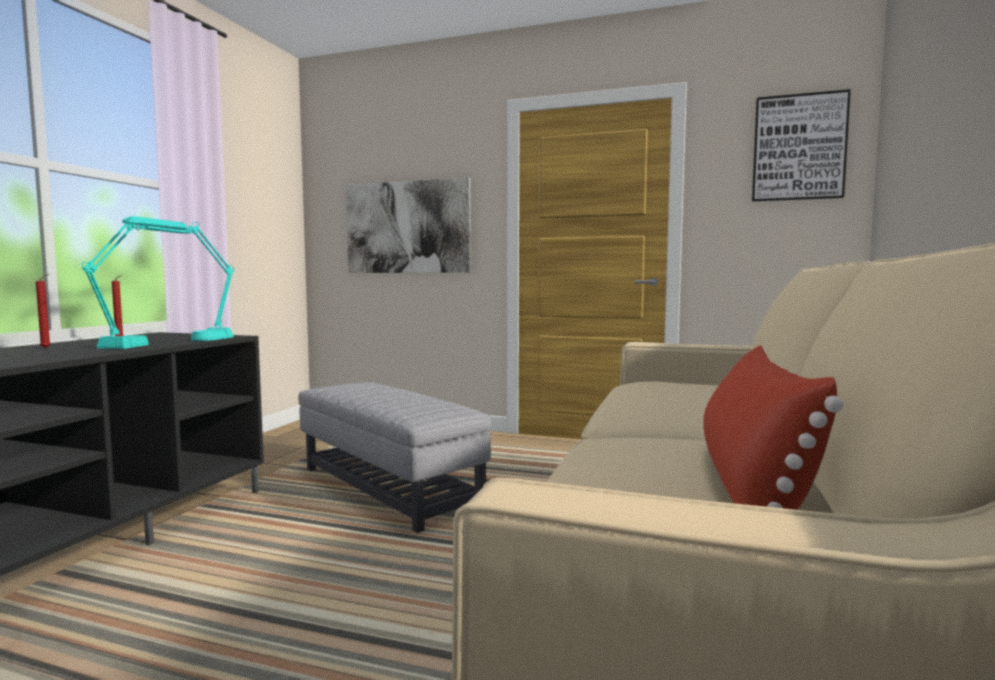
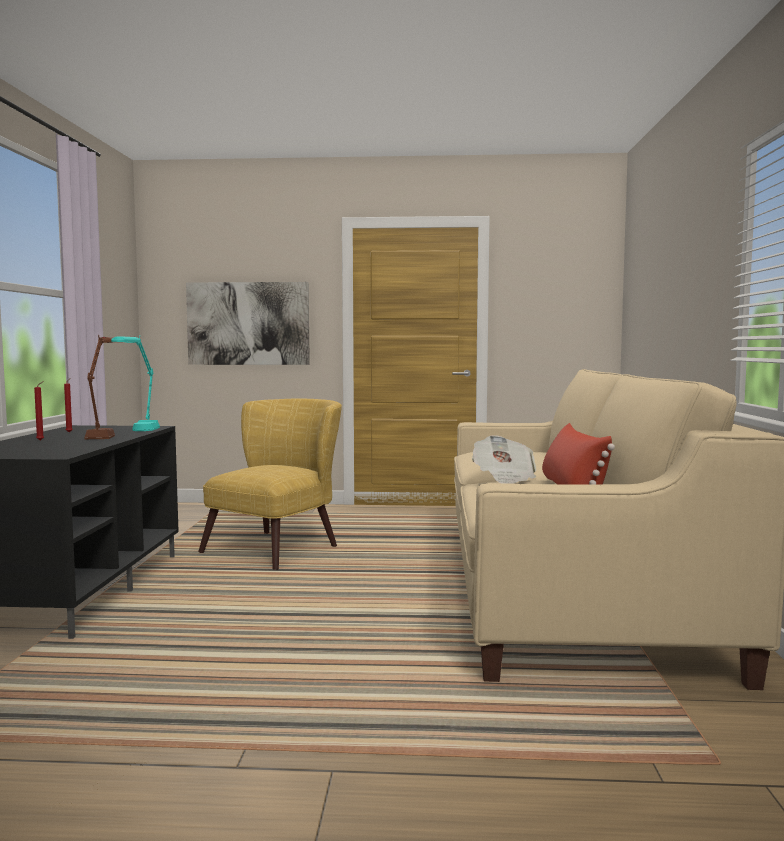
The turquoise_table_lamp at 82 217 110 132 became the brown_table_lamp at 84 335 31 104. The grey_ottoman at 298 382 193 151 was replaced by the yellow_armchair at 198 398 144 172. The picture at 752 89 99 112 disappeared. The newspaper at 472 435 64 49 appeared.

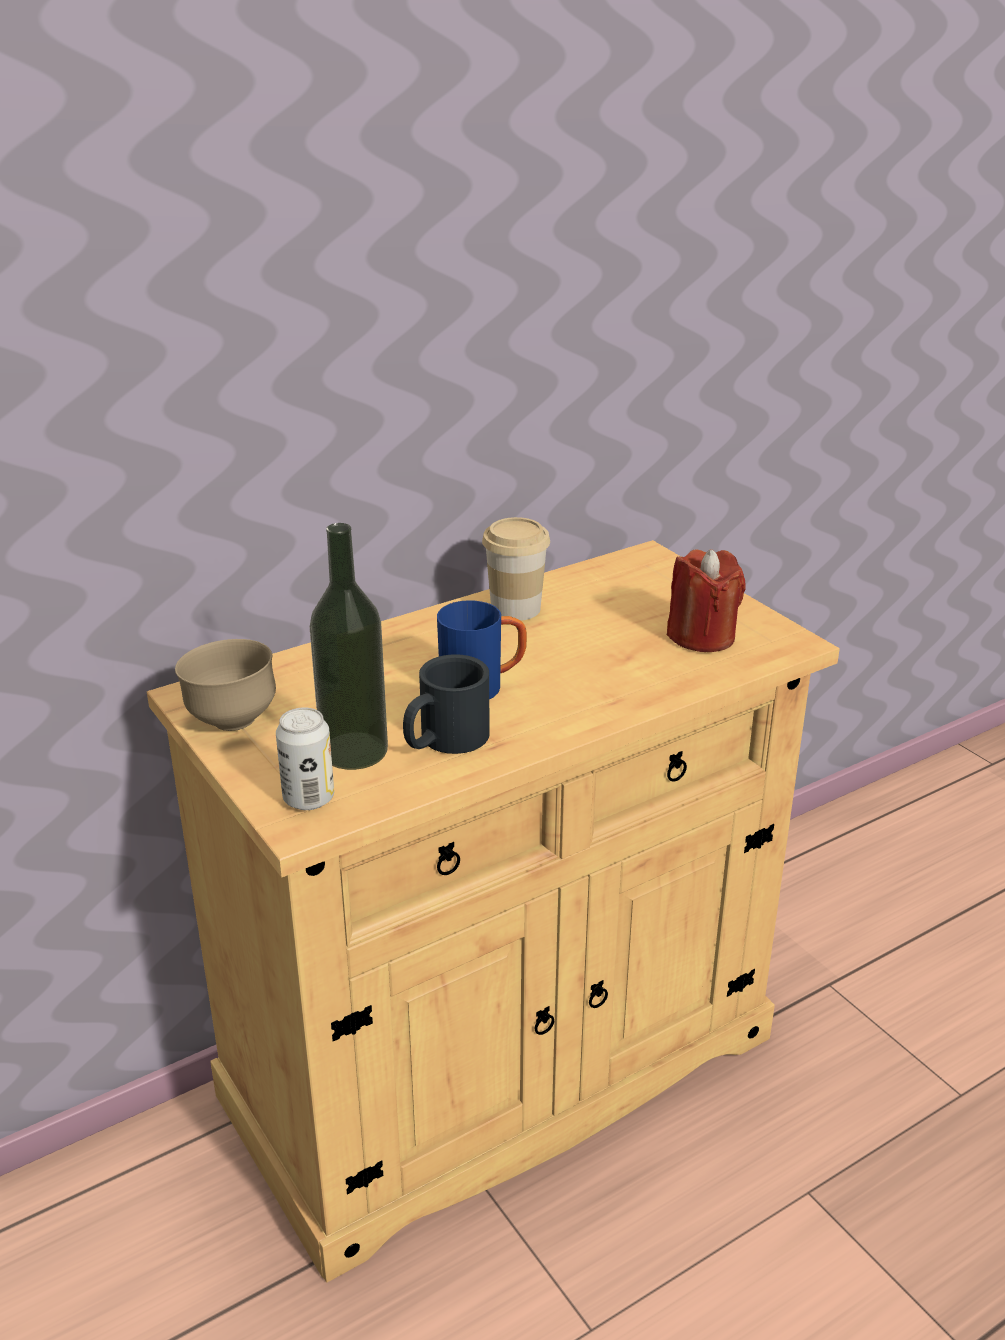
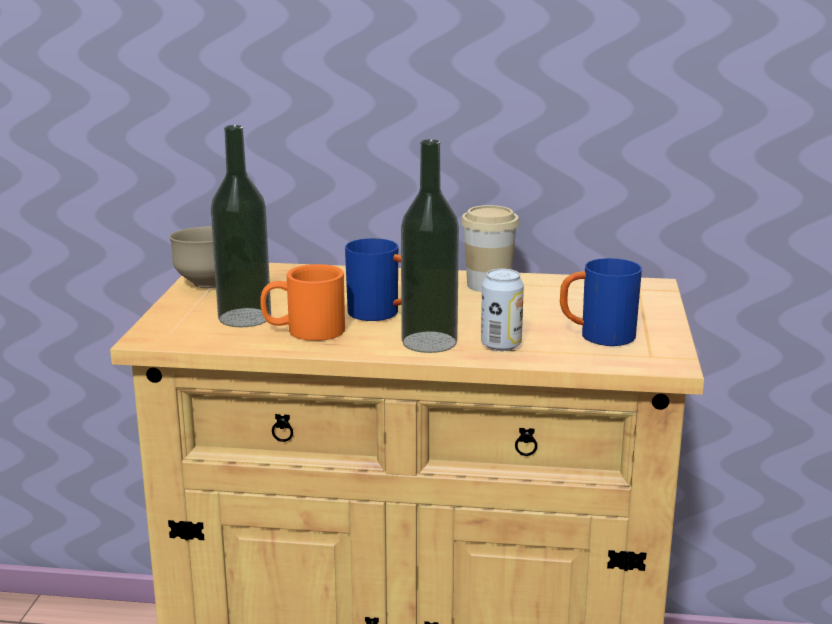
The can moved from 276 707 58 103 to 481 269 43 82. The black_mug at 403 654 87 100 became the orange_mug at 260 264 85 77. The red_candle at 667 549 78 103 was replaced by the blue_mug at 560 258 82 88. The bottle at 401 140 58 213 appeared.

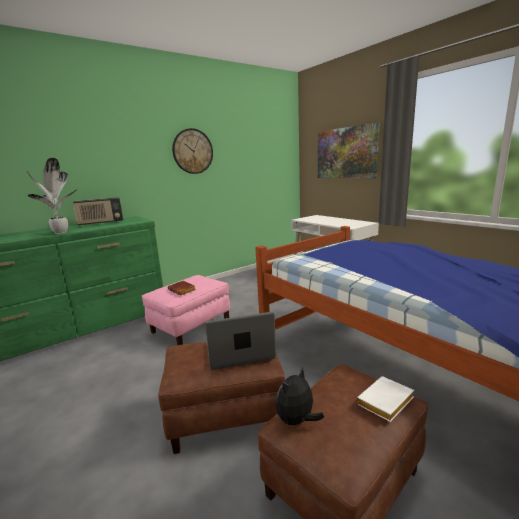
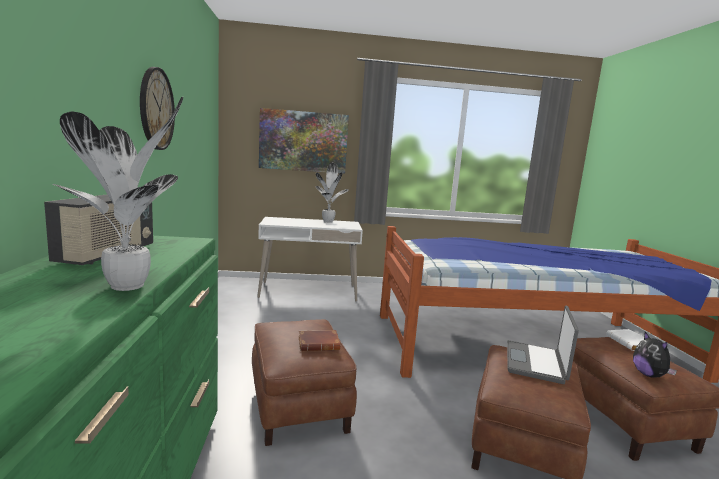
The pink_ottoman at 142 275 88 70 became the brown_ottoman at 252 319 105 127. The potted_plant at 315 163 34 60 appeared.

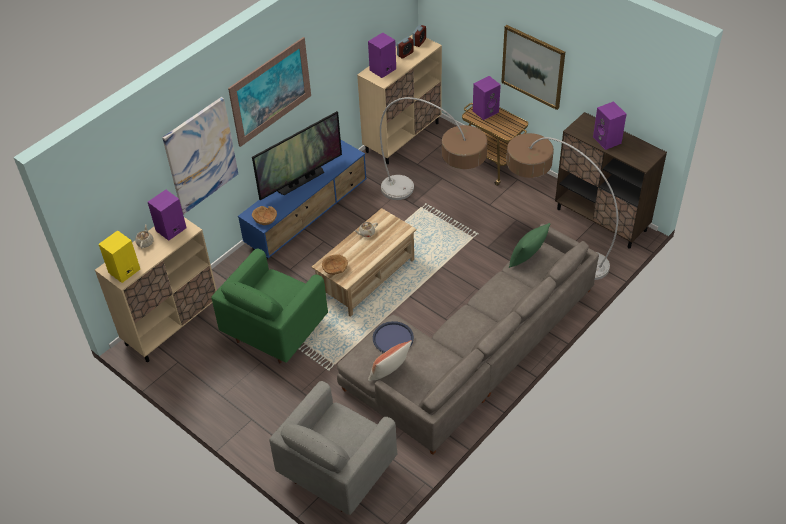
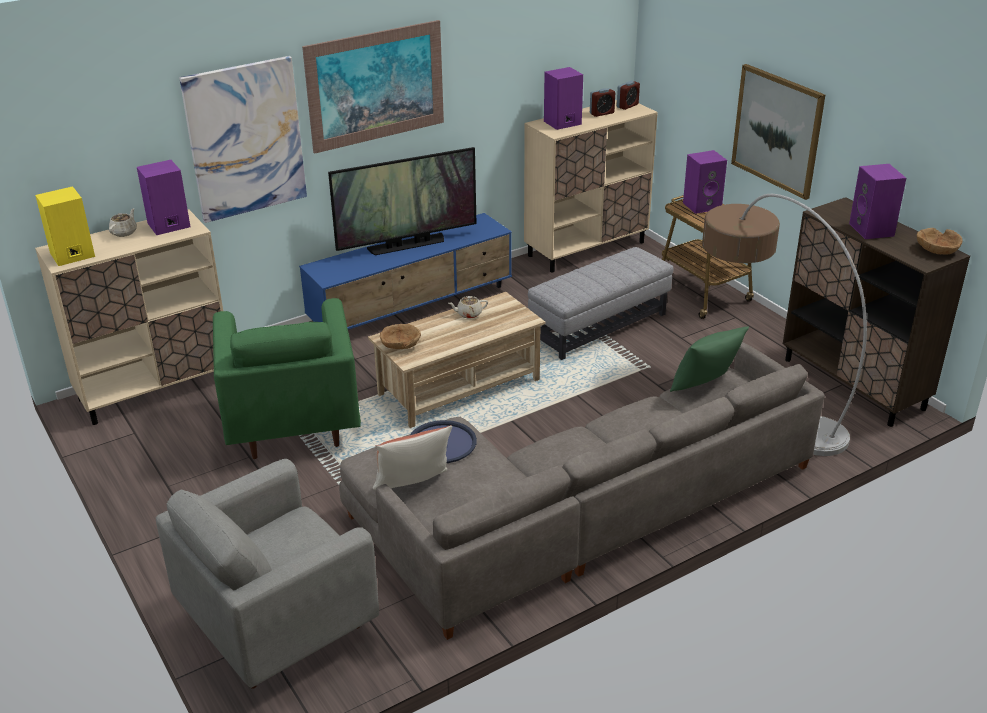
The green_armchair at 211 248 117 115 turned 60 degrees counterclockwise. The brown_bowl moved from 252 206 25 19 to 917 228 45 27. The floor_lamp at 380 97 108 103 was replaced by the grey_ottoman at 528 247 145 113.

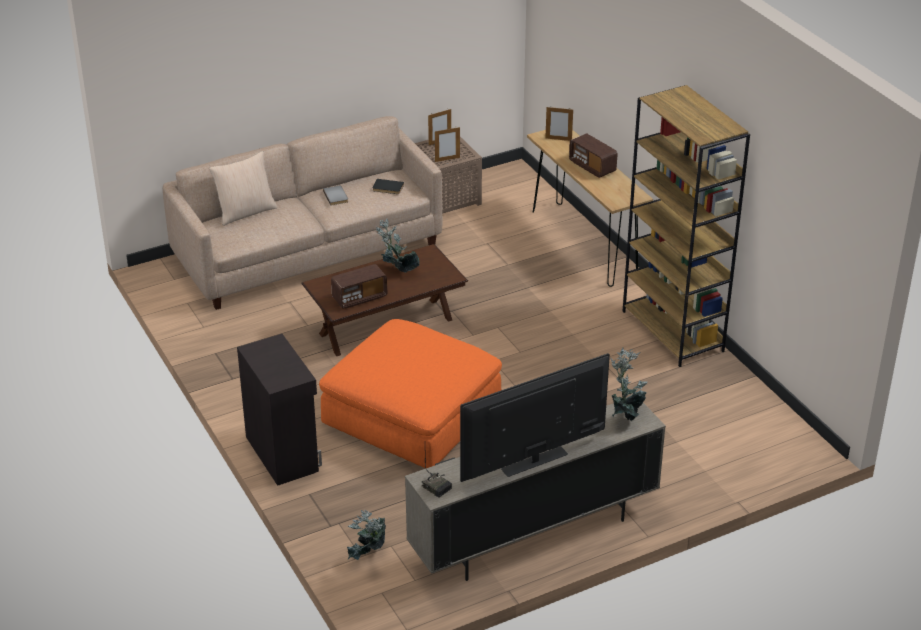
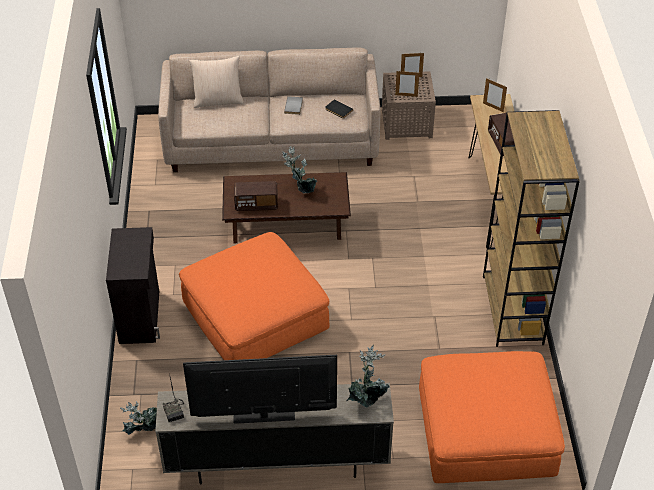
The orange_ottoman at 419 351 146 132 appeared.

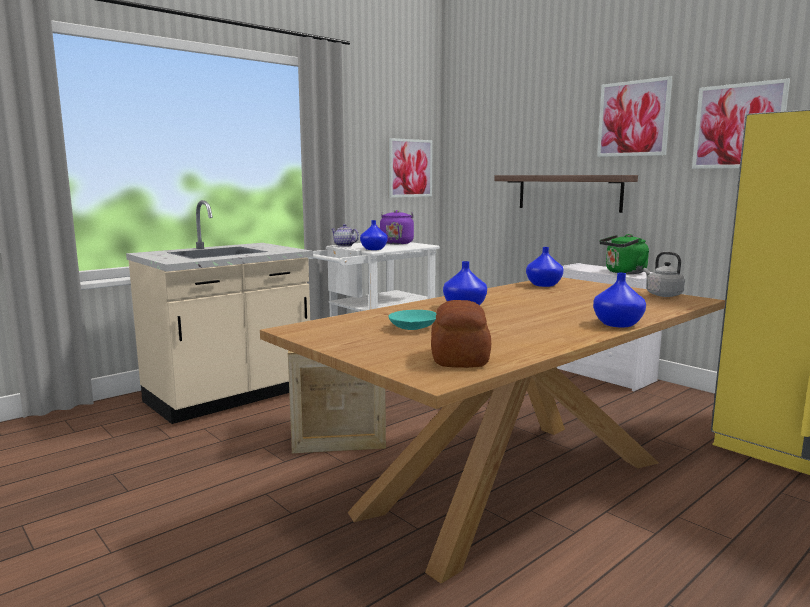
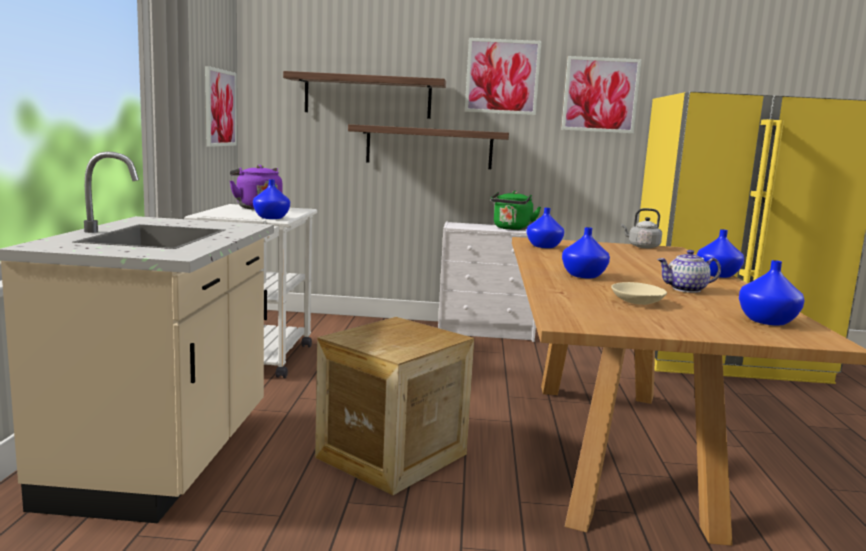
The teapot moved from 331 224 28 23 to 657 250 64 43. The turquoise_bowl at 388 310 48 20 became the beige_bowl at 611 282 56 23. The bread at 431 300 60 68 was replaced by the blue_vase at 739 260 66 66. The shelf at 283 71 163 48 appeared.

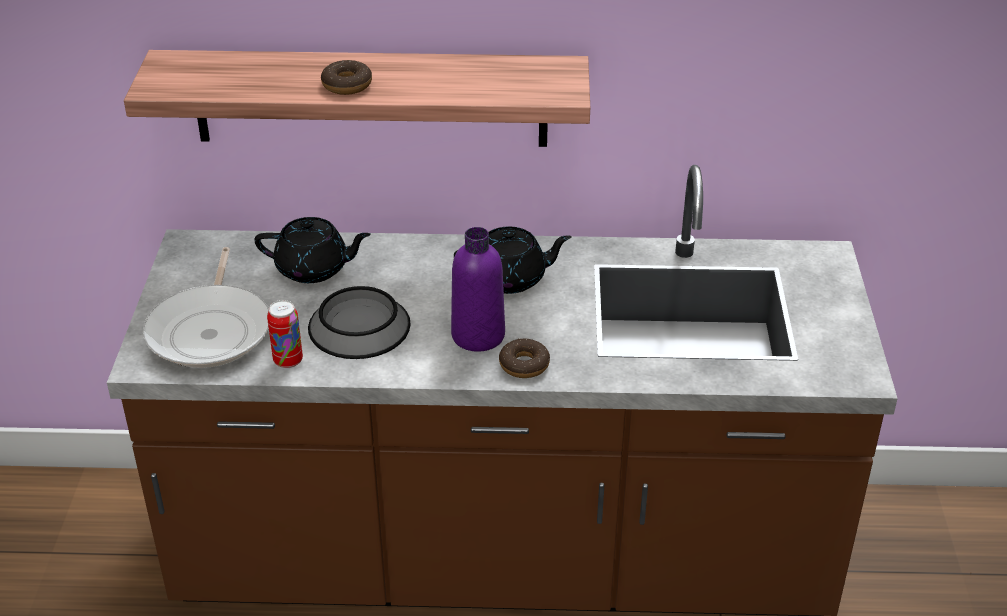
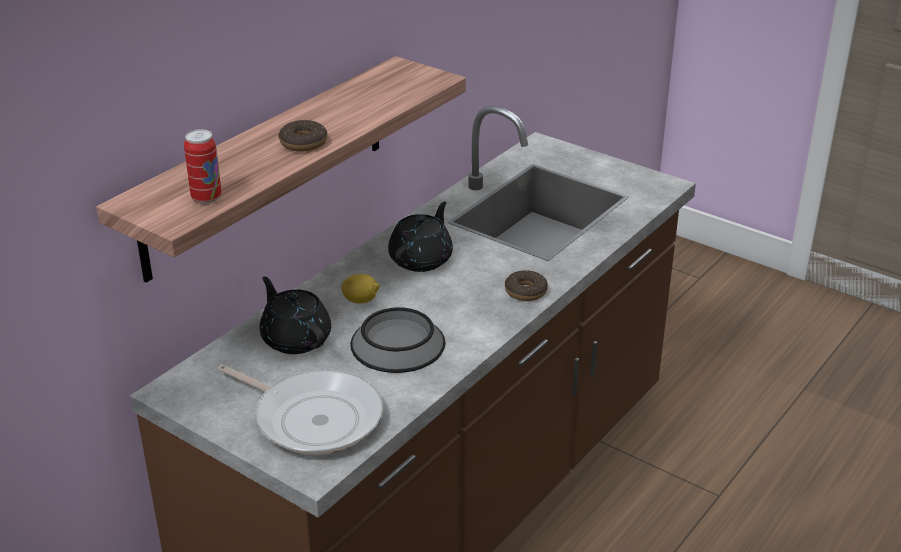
The black_teapot at 254 217 117 66 turned 75 degrees counterclockwise. The can moved from 267 300 36 68 to 184 129 38 75. The purple_bottle at 451 227 54 125 disappeared. The lemon at 341 274 39 30 appeared.

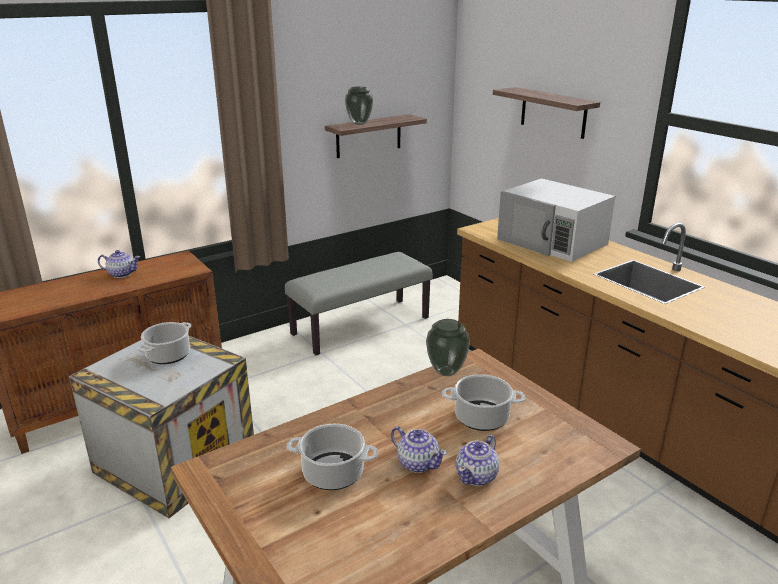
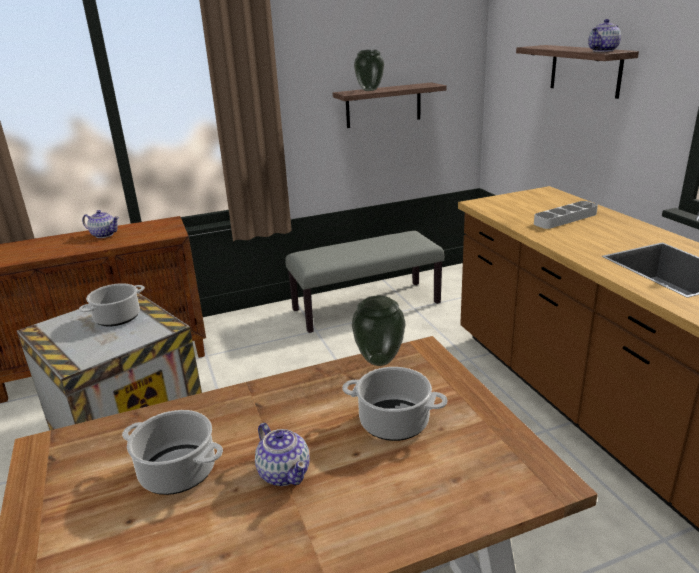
The teapot moved from 456 435 43 51 to 588 19 33 33. The white_microwave at 497 178 118 84 was replaced by the grey_tray at 534 201 64 28.

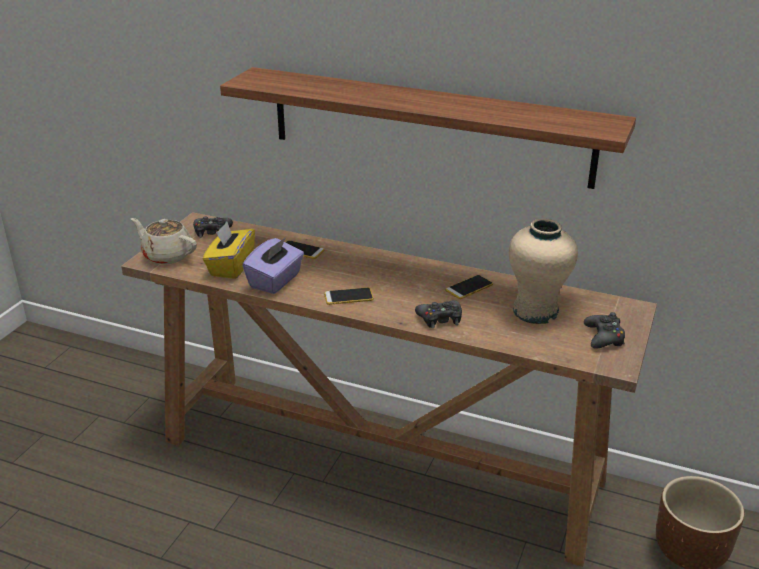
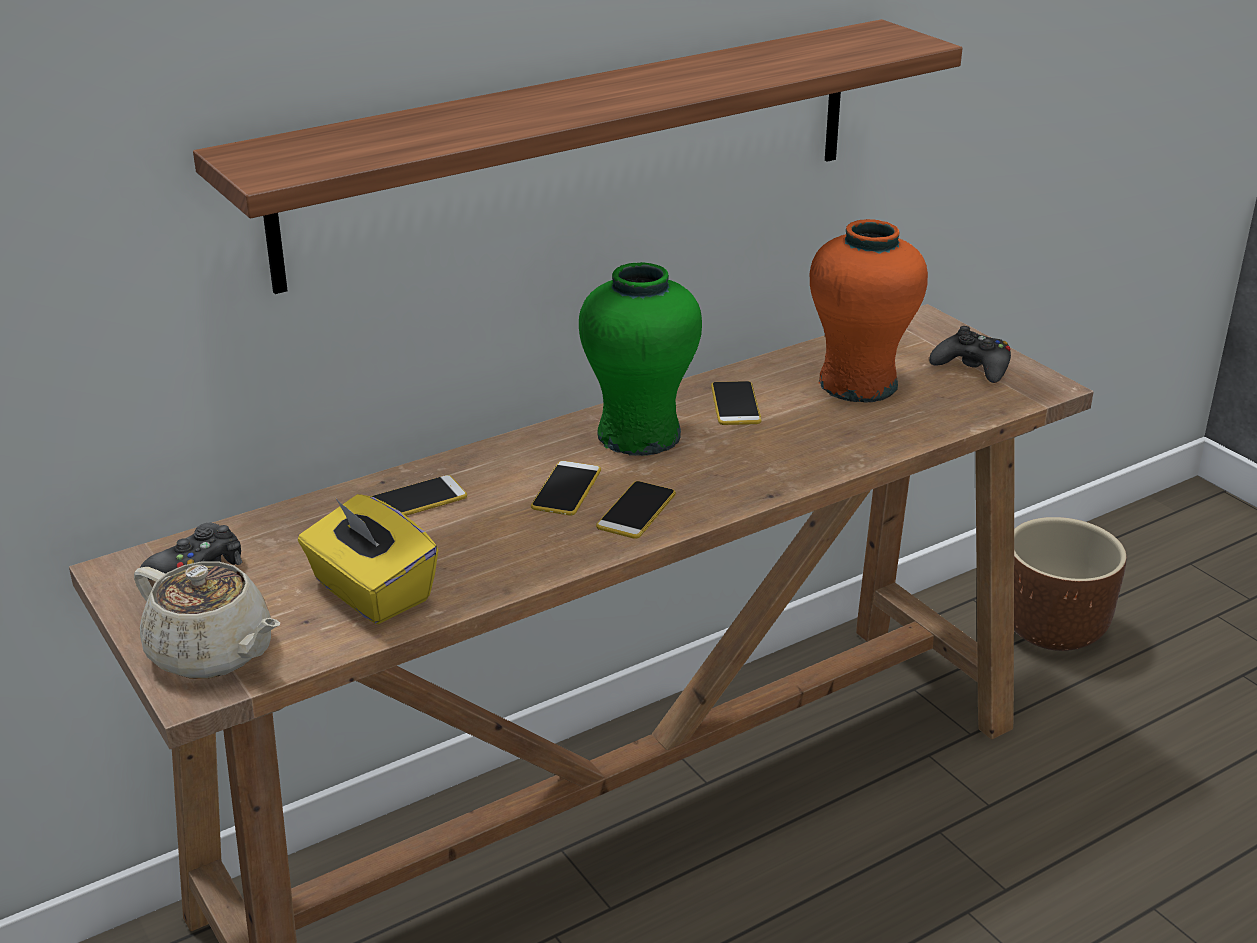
The beige_teapot at 131 218 66 46 turned 120 degrees counterclockwise. The purple_tissue_box at 242 237 62 57 disappeared. The black_game_controller at 415 300 47 28 disappeared. The beige_vase at 509 219 69 105 became the orange_vase at 810 219 118 184. The phone at 531 461 70 55 appeared. The green_vase at 579 262 123 194 appeared.

